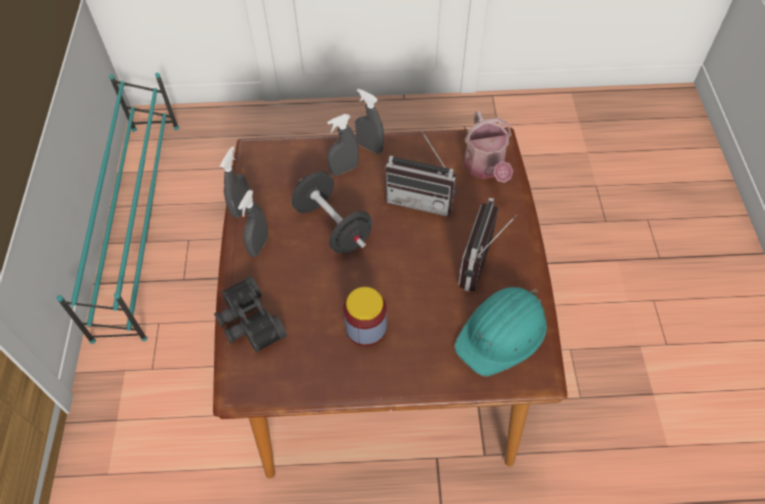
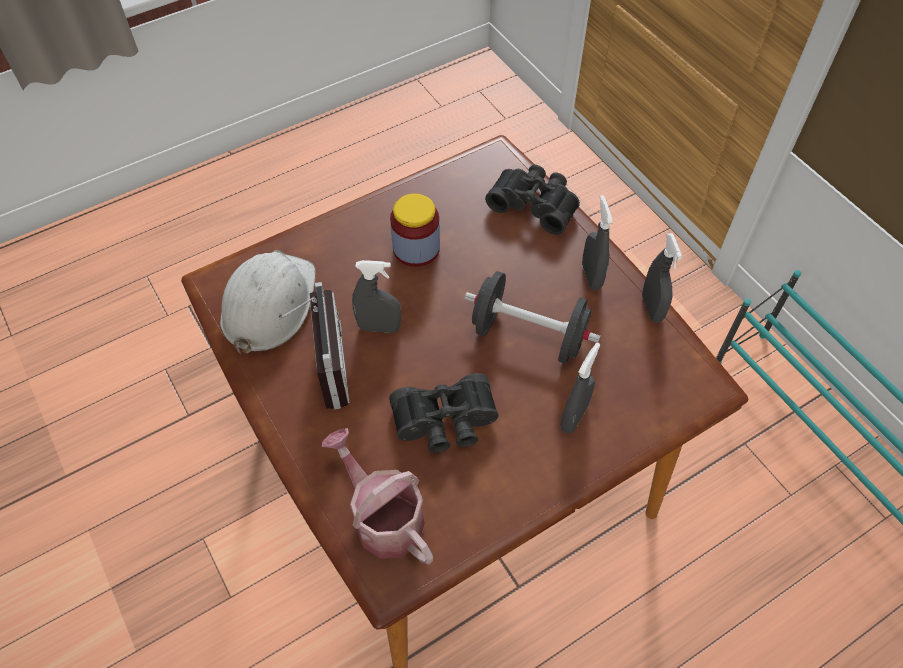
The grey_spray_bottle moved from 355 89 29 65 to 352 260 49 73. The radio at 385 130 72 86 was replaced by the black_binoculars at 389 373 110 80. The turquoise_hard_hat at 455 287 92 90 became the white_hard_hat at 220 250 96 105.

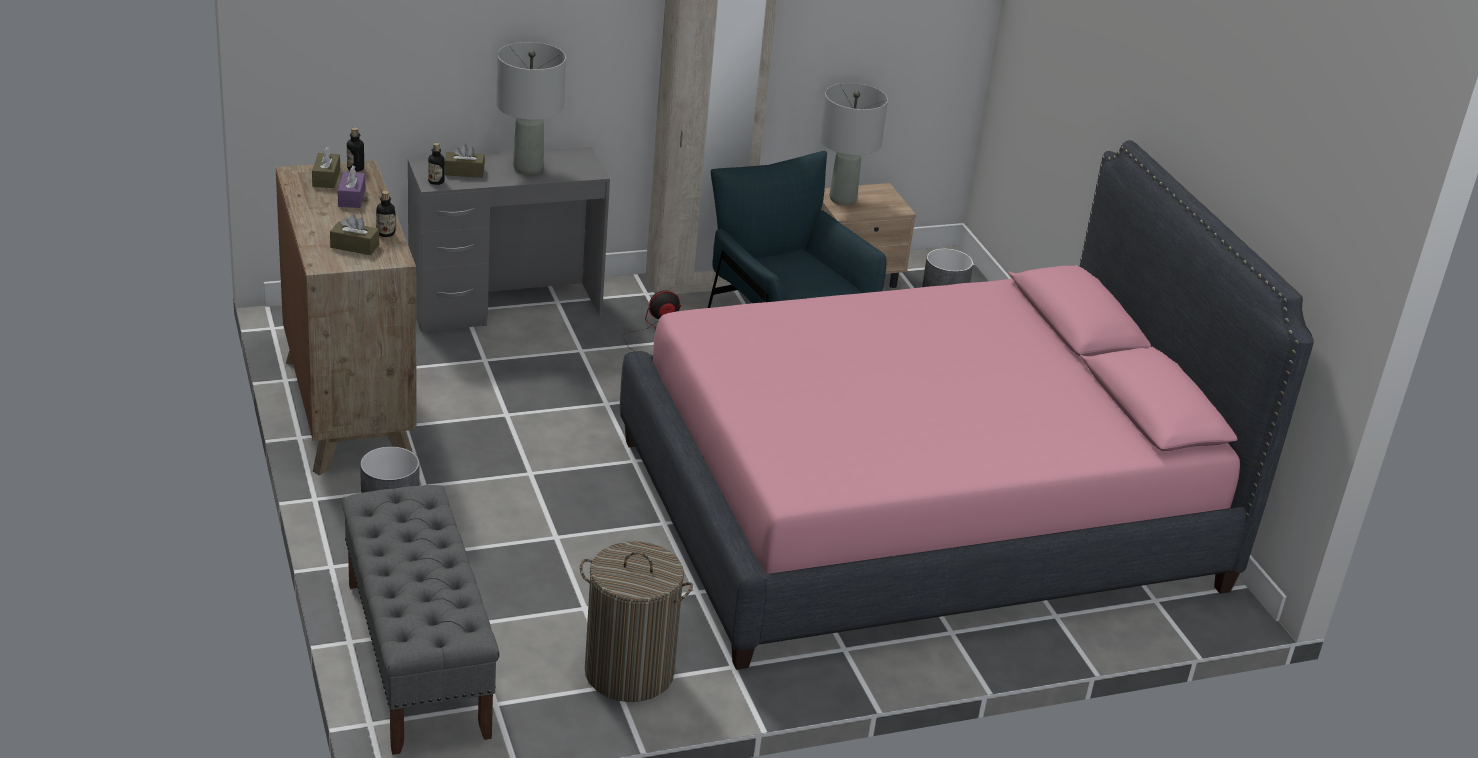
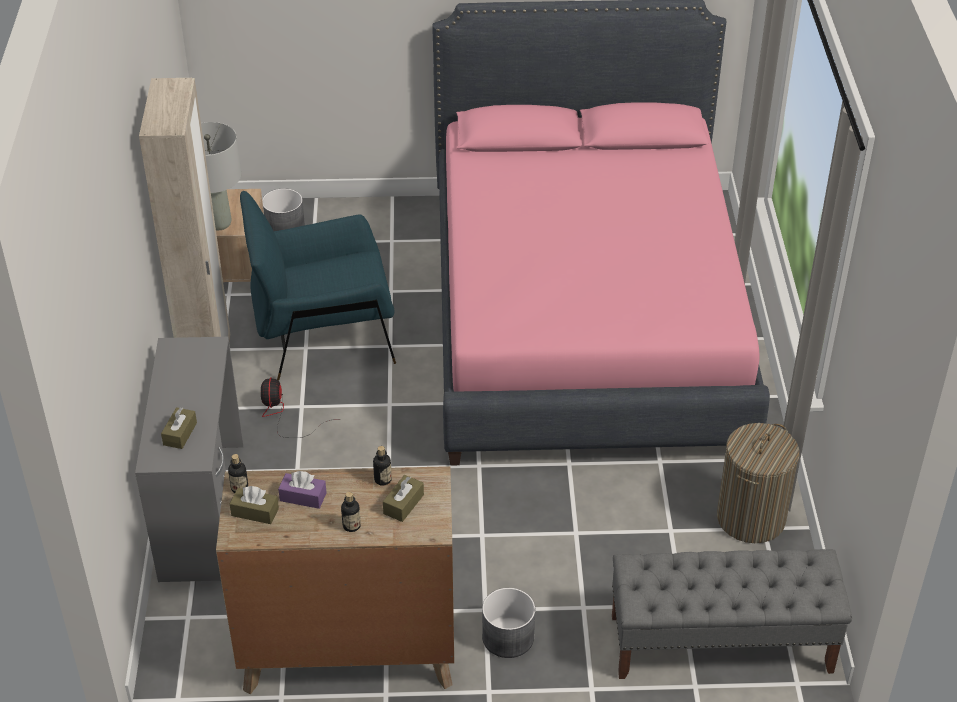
The bottle moved from 428 143 17 42 to 341 492 20 40. The grey_table_lamp at 496 42 70 133 disappeared.

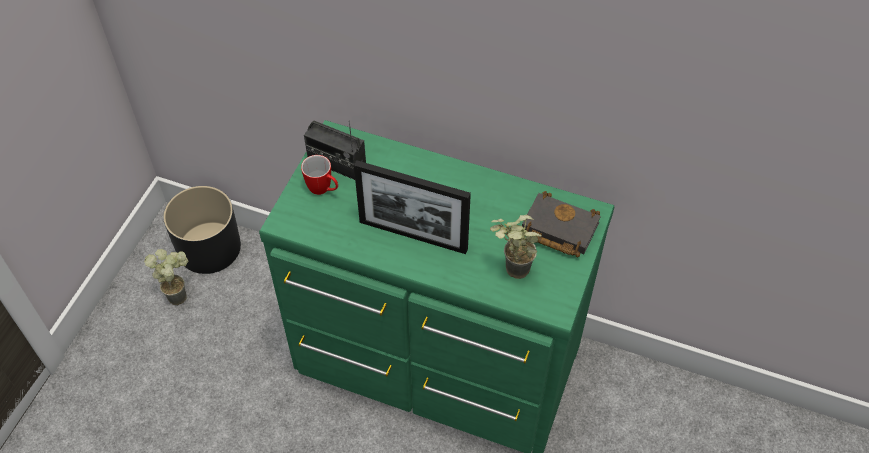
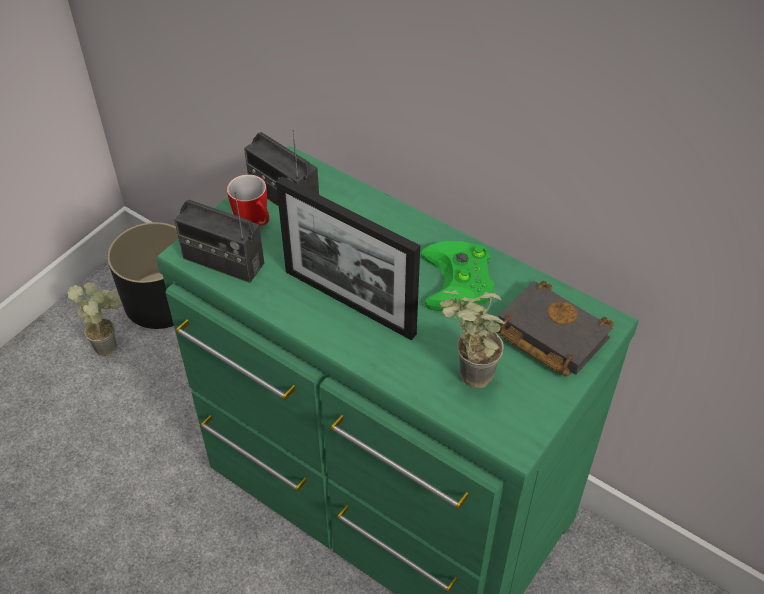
The radio at 174 192 90 91 appeared. The green_game_controller at 420 241 75 70 appeared.

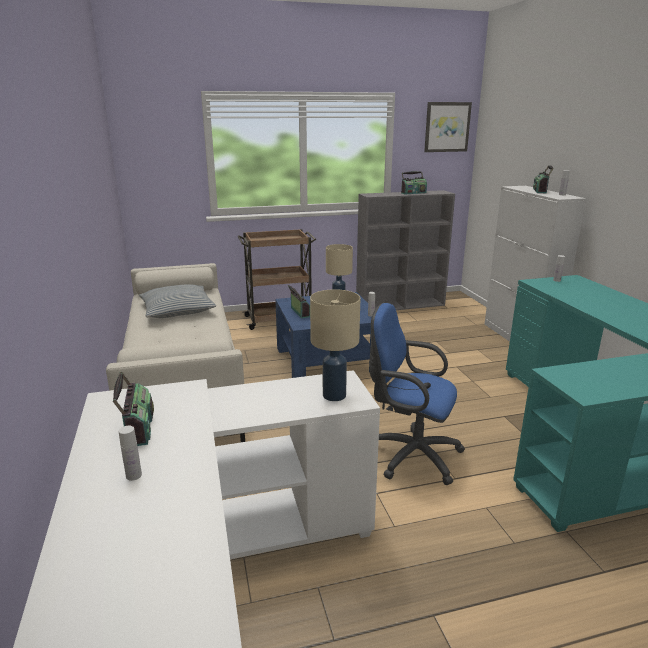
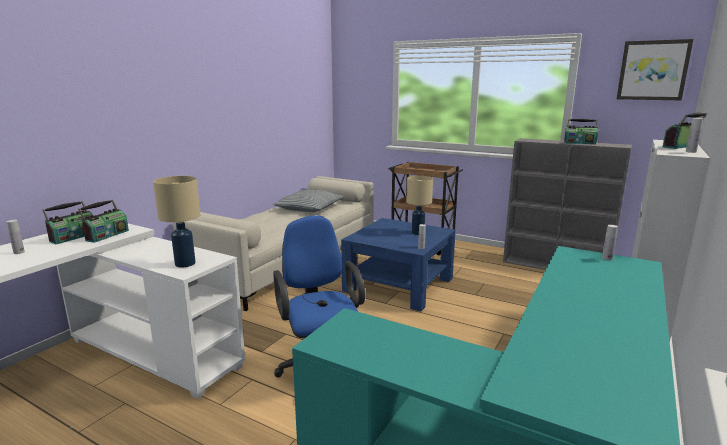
The radio moved from 288 285 22 33 to 78 200 51 43.

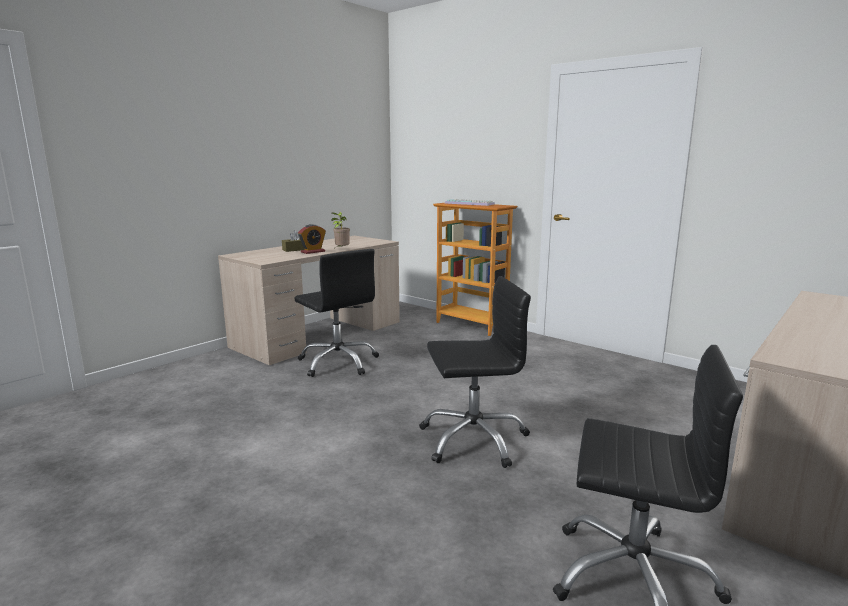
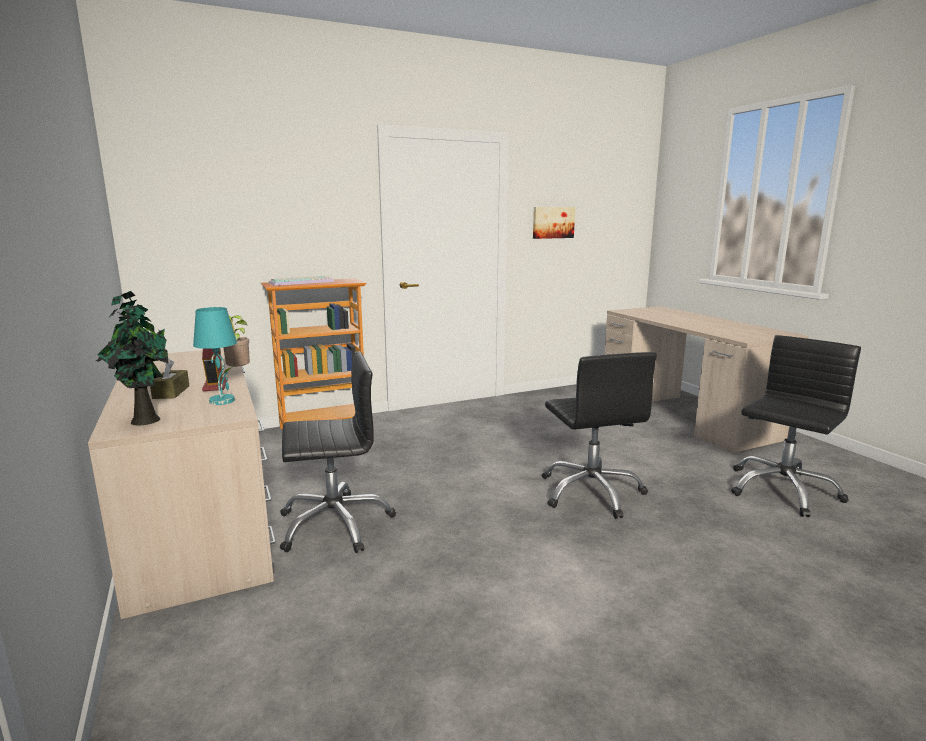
The black_office_chair at 419 276 112 192 turned 150 degrees clockwise. The potted_plant at 96 291 73 134 appeared. The turquoise_table_lamp at 193 307 44 98 appeared. The picture at 533 207 42 32 appeared.

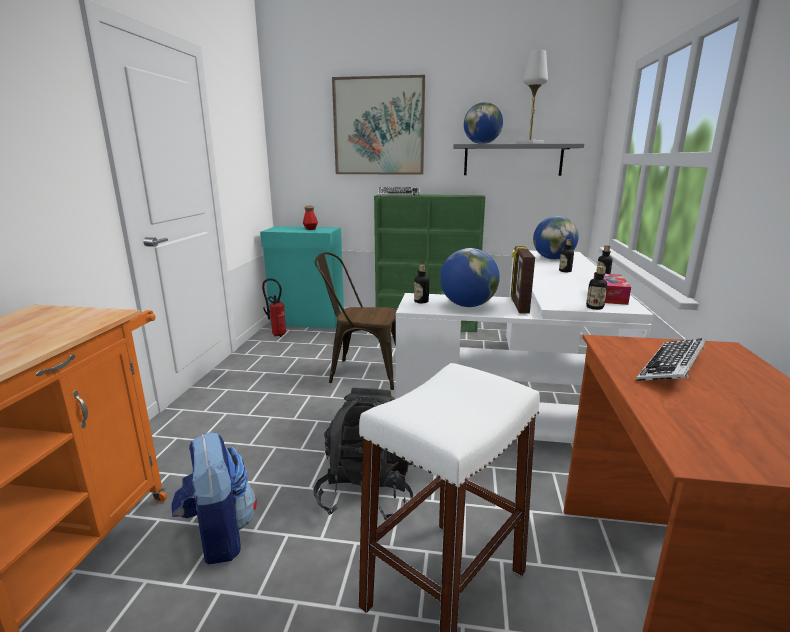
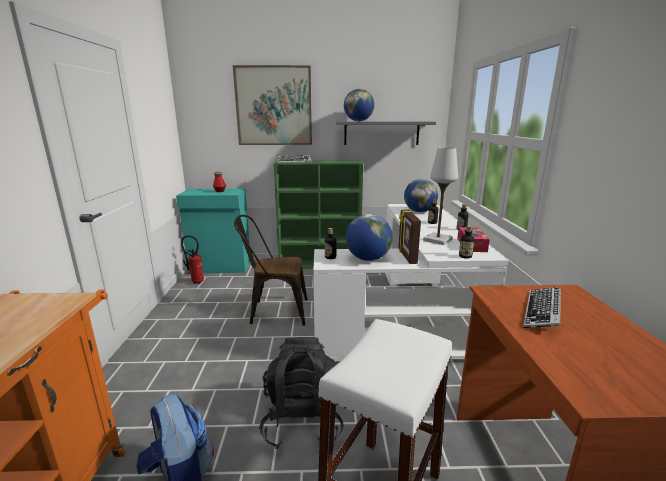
The white_table_lamp moved from 516 50 32 94 to 423 147 35 98.

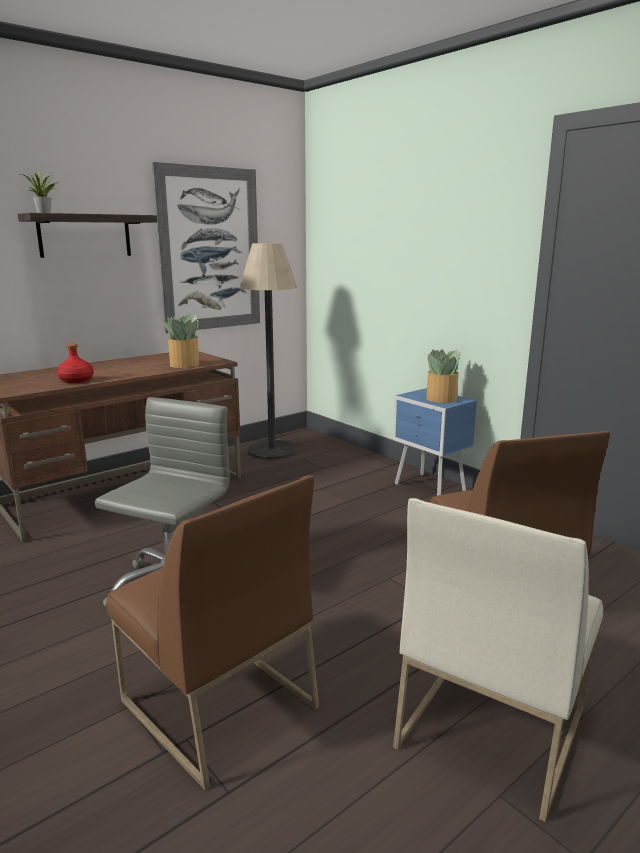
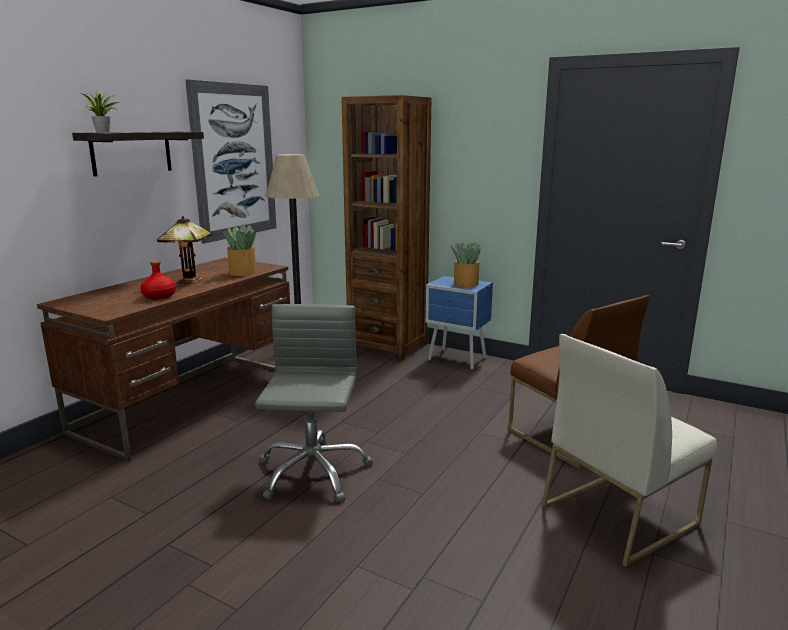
The brown_chair at 106 475 213 315 disappeared. The white_chair at 393 498 210 324 turned 45 degrees clockwise. The table_lamp at 157 216 55 68 appeared. The brown_bookcase at 341 95 91 266 appeared.

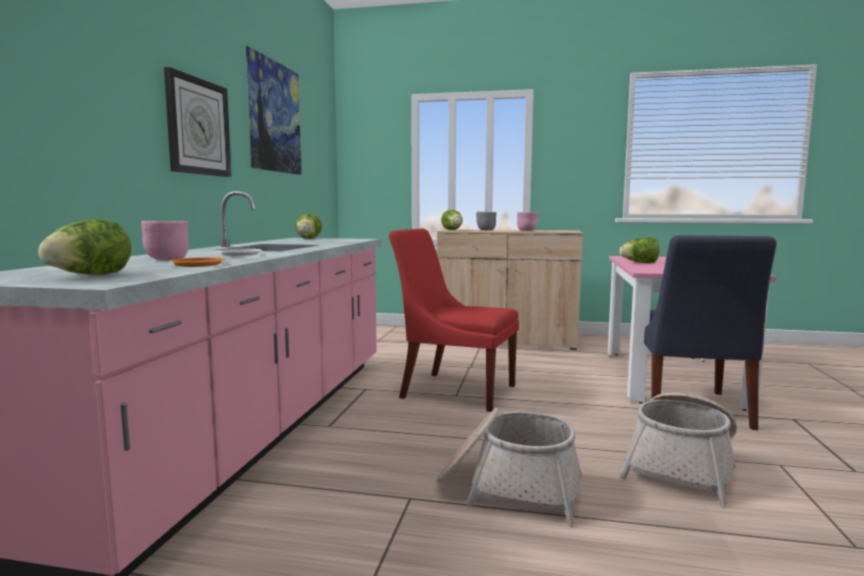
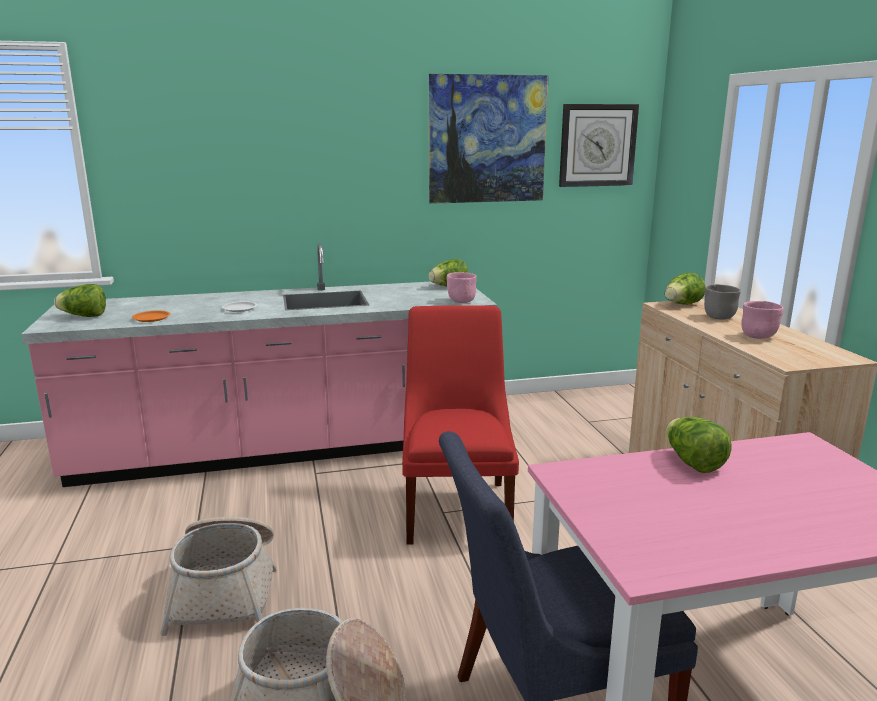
The pink_bowl moved from 141 221 48 39 to 447 272 30 31. The wall_clock moved from 164 67 68 110 to 559 104 80 83.

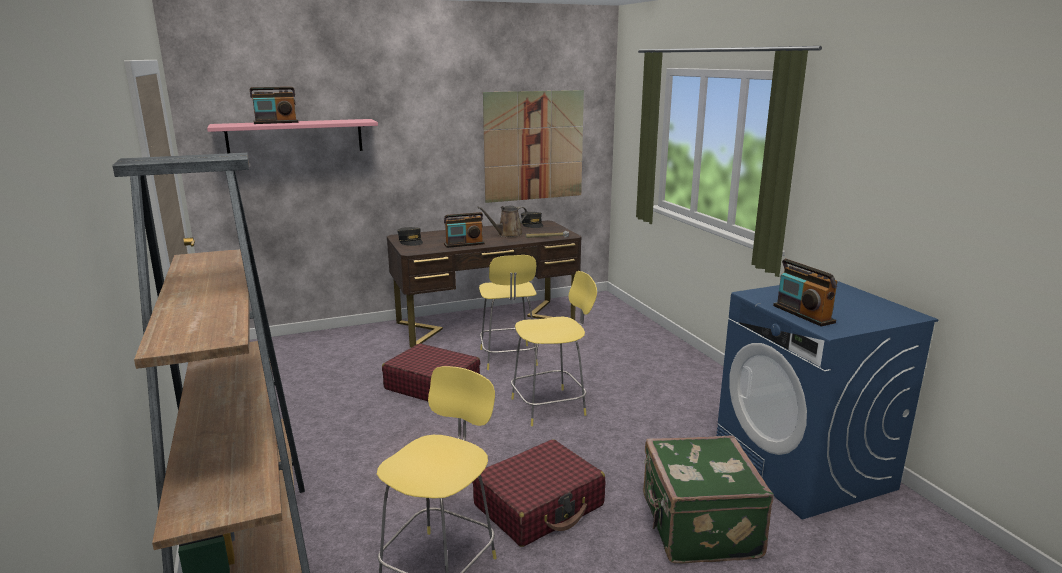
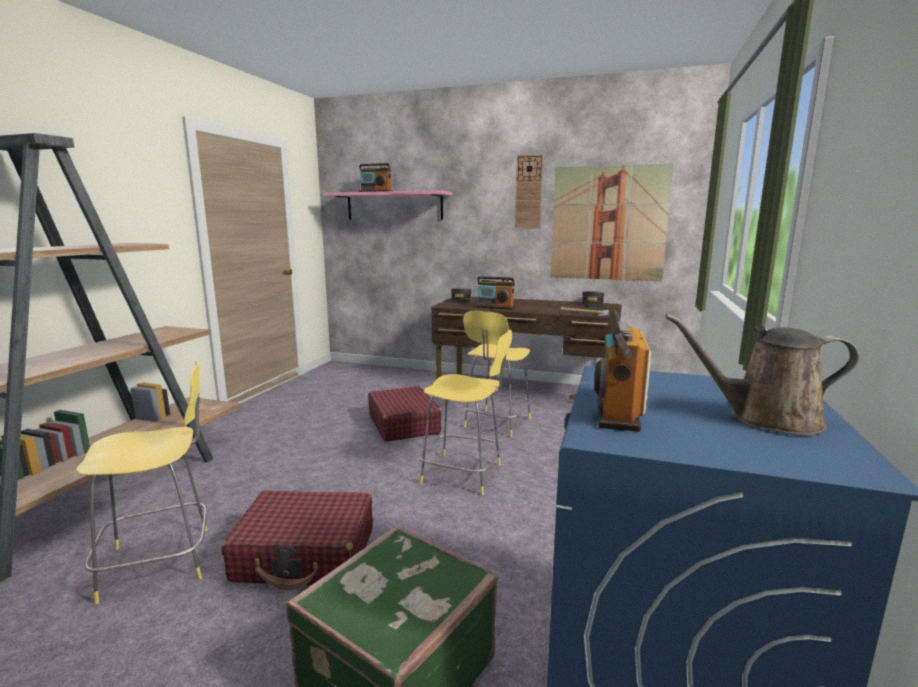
The brown_watering_can moved from 477 206 50 31 to 665 314 194 121. The wall_clock at 515 154 29 74 appeared.

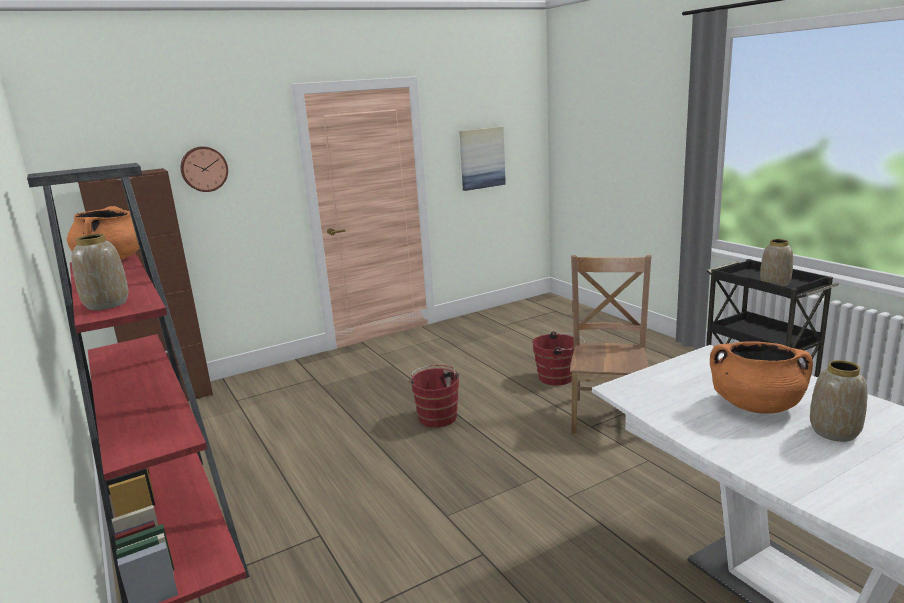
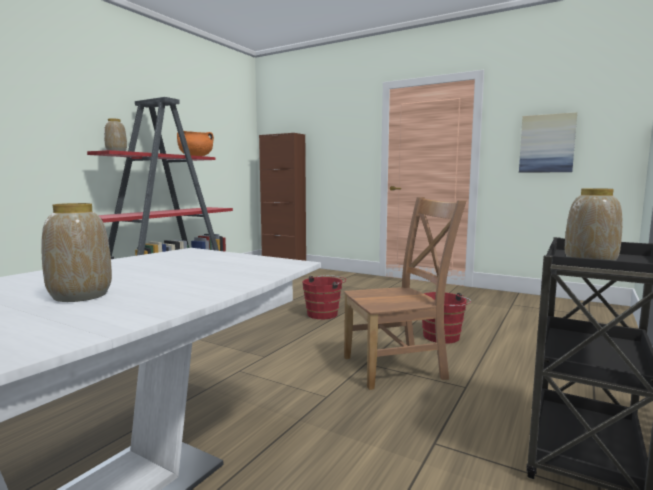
The wall_clock at 180 146 48 46 disappeared. The orange_cooking_pot at 710 341 103 73 disappeared.

